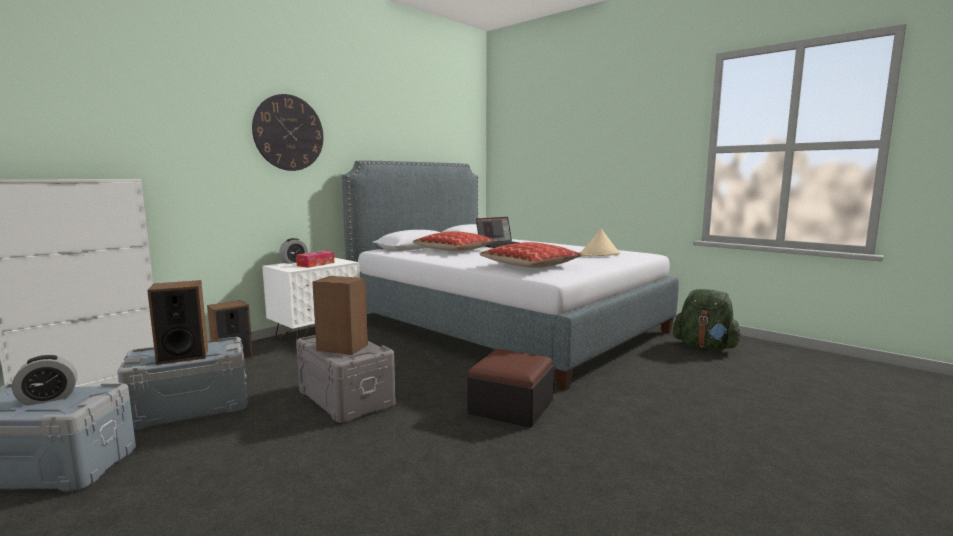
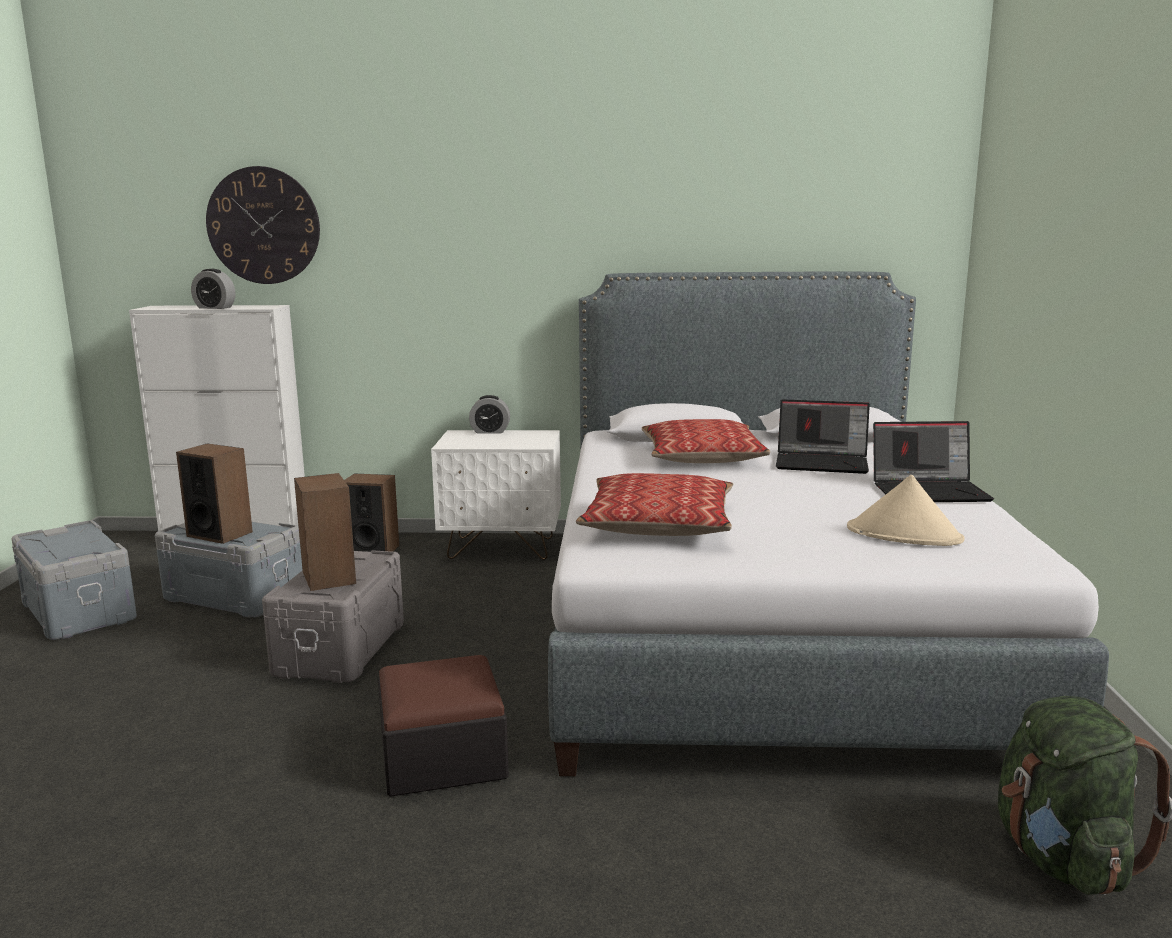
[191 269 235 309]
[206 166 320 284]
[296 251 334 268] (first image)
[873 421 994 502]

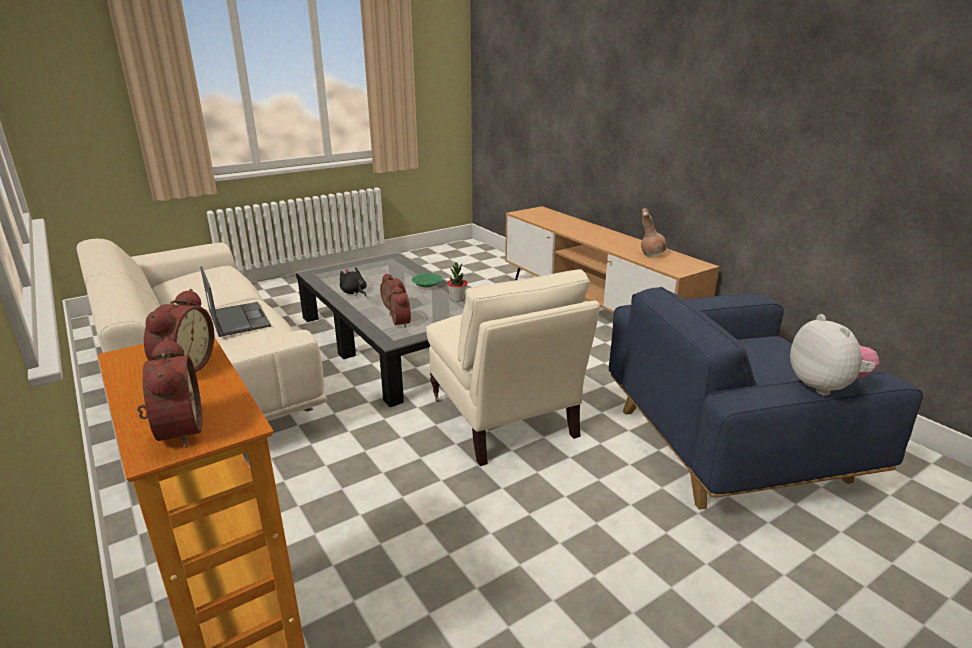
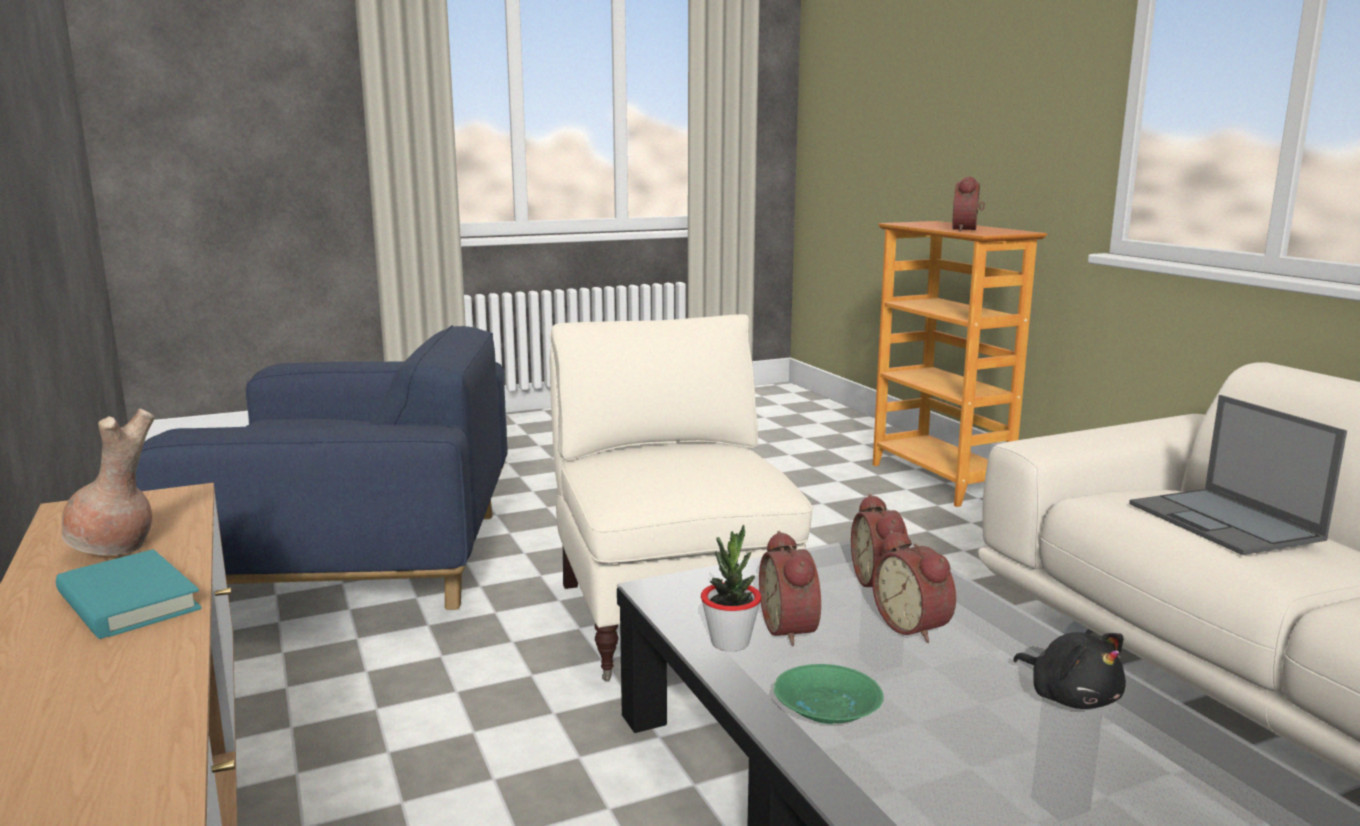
[759 531 821 646]
[790 314 879 395] (first image)
[56 549 202 639]

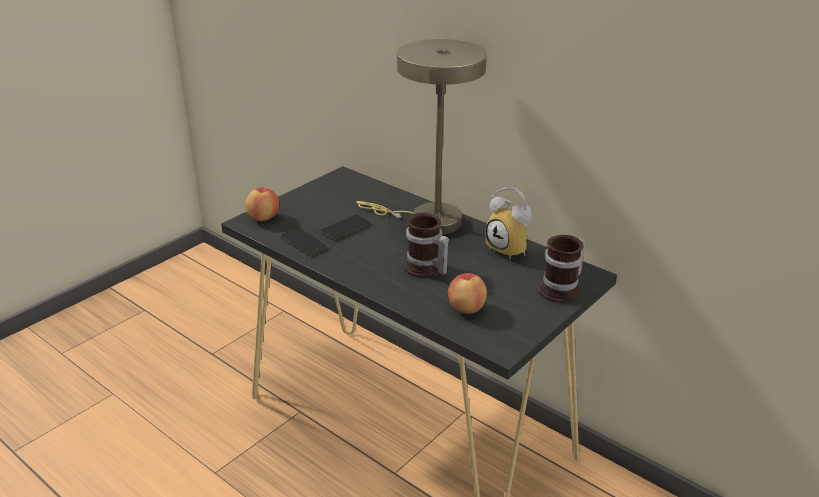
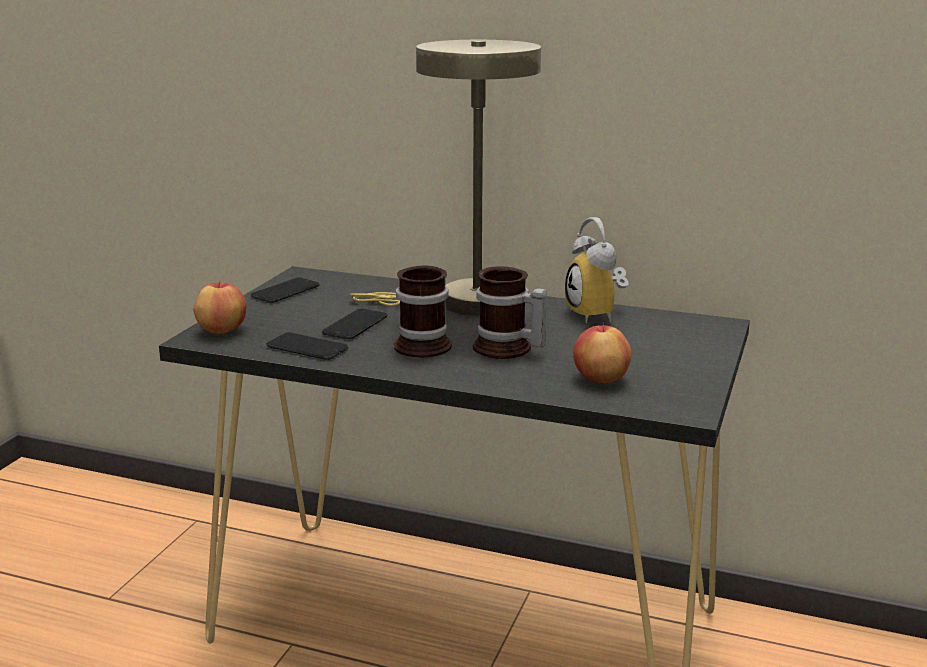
[565 217 629 323]
[394 265 452 358]
[251 277 320 303]

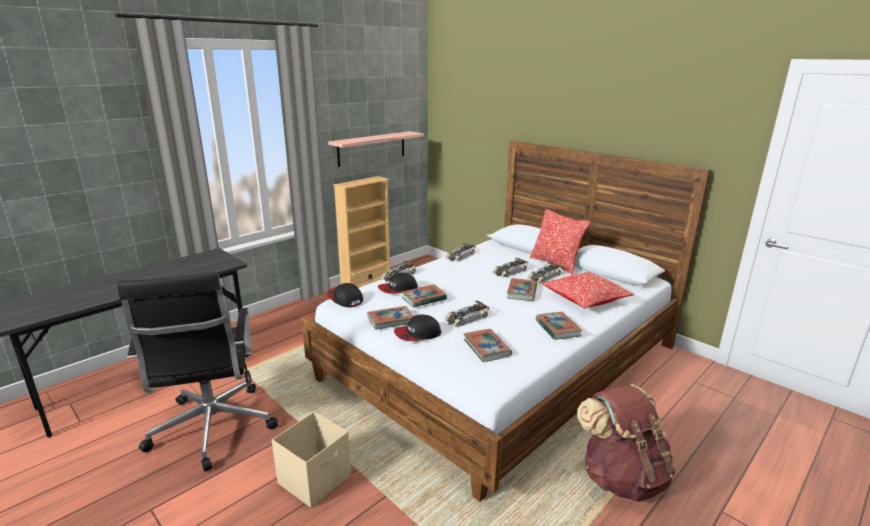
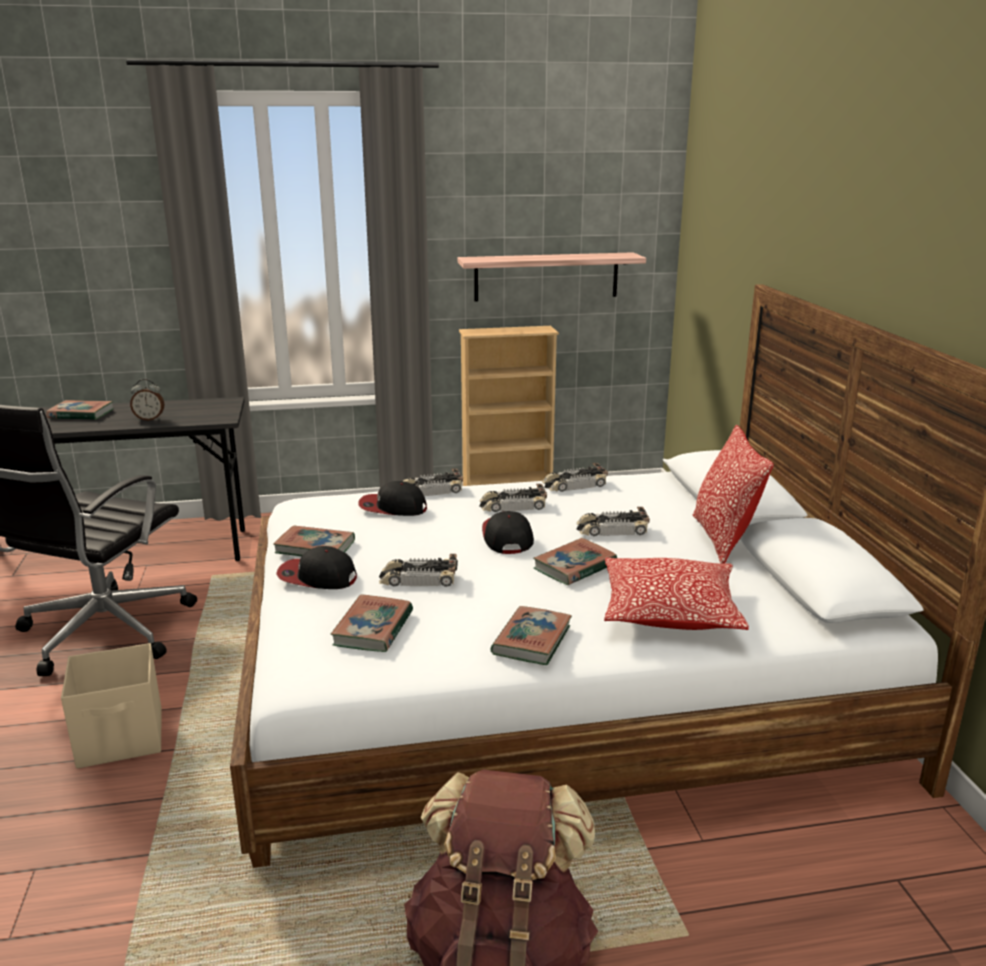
[482 511 534 554]
[46 400 114 420]
[480 484 547 512]
[130 379 164 421]

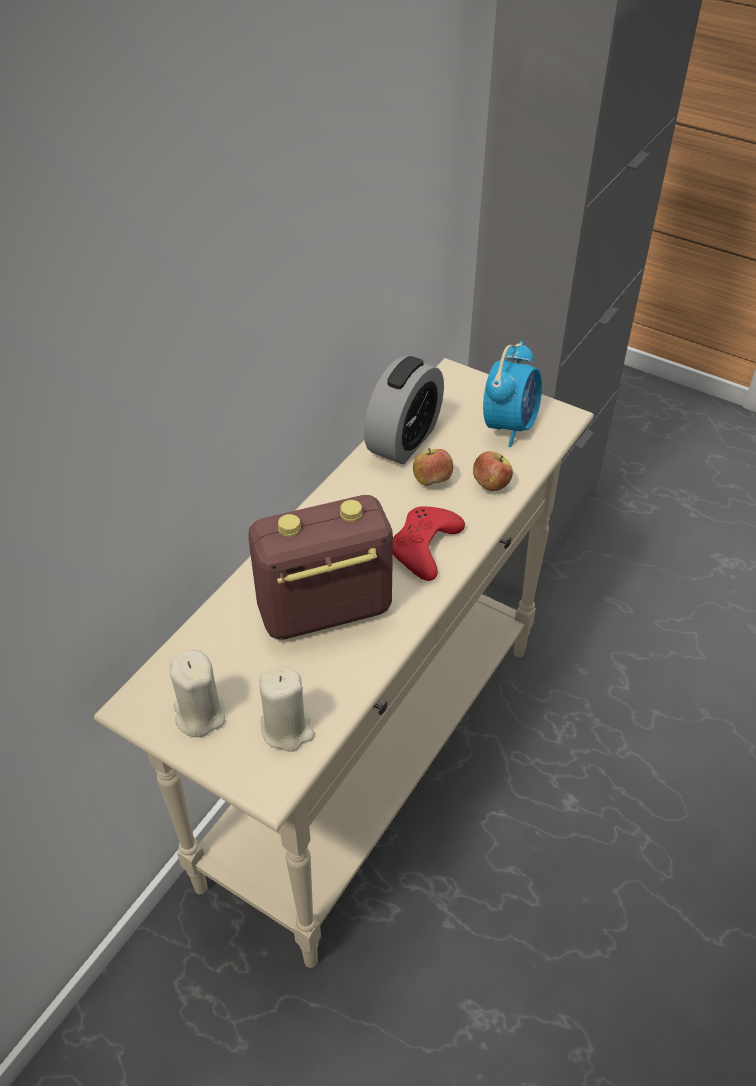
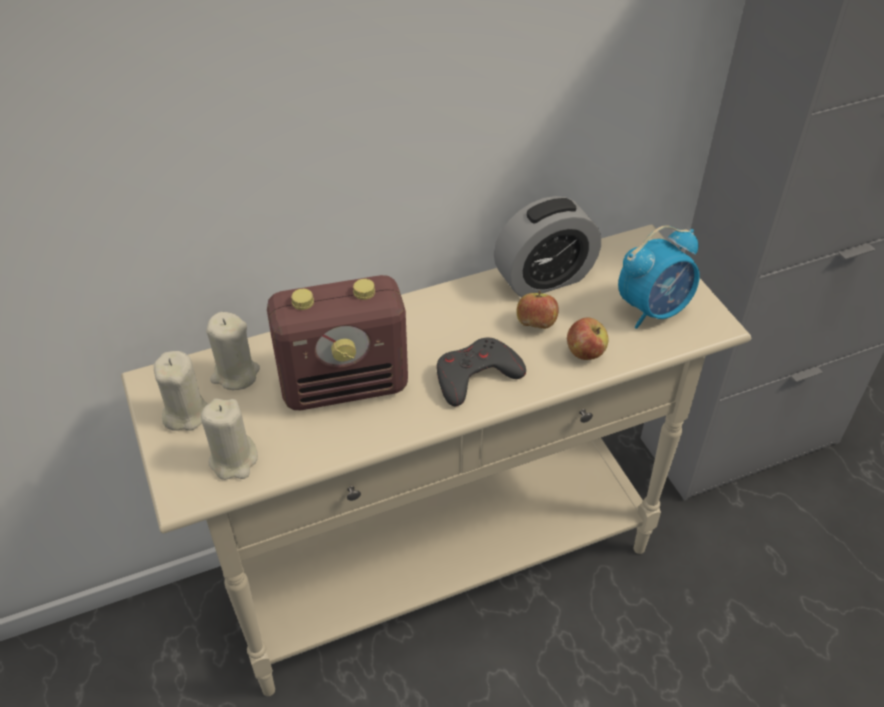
[267 275 408 410]
[437 338 526 406]
[206 312 260 390]

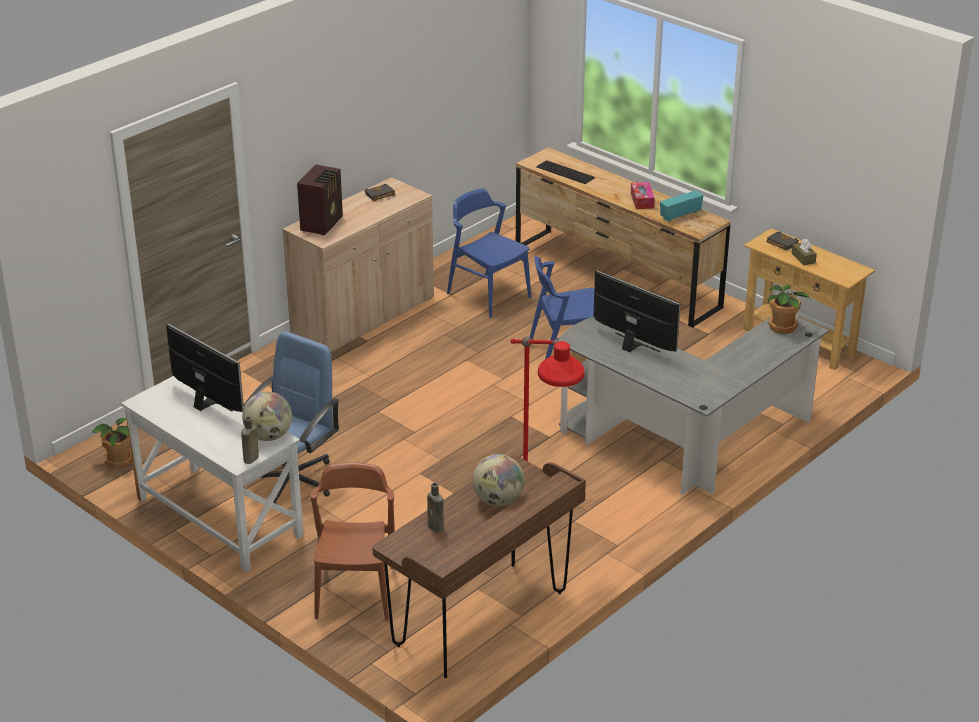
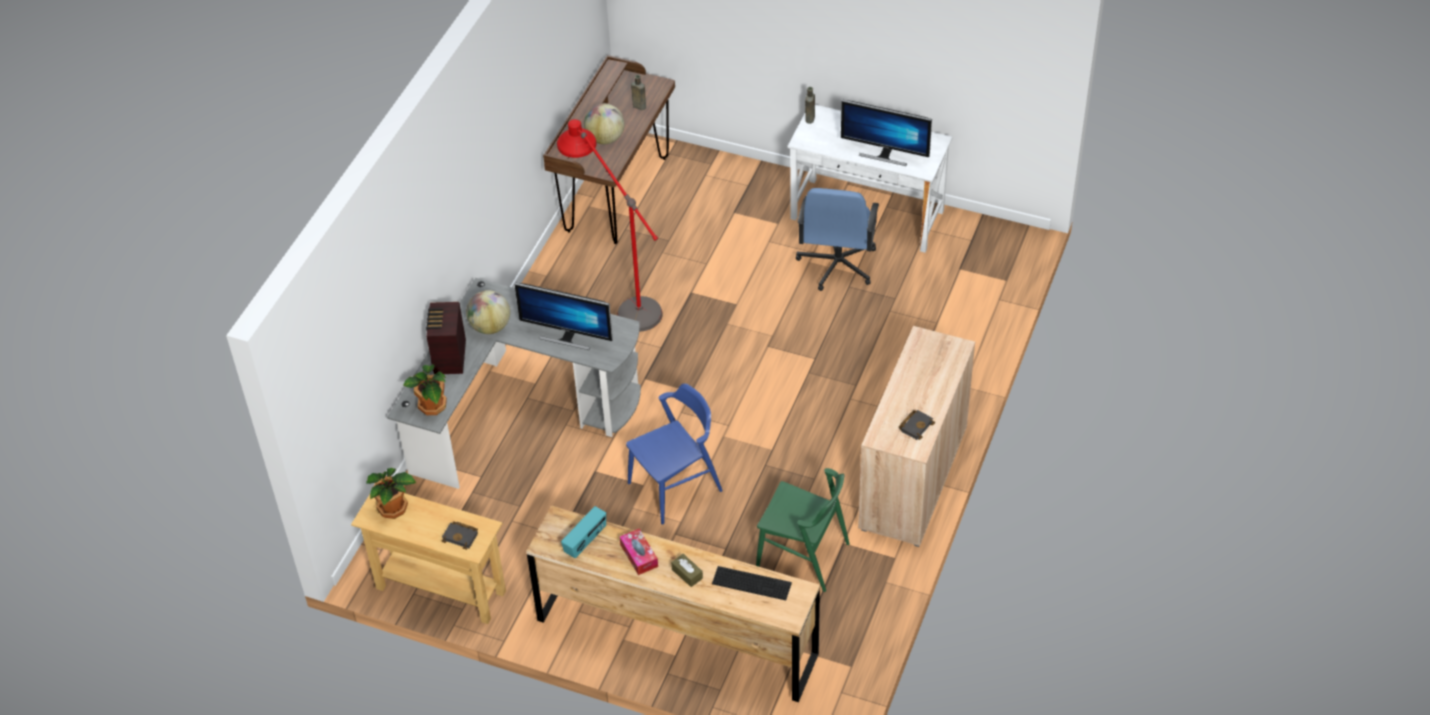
[366 468 416 519]
[466 290 510 334]
[426 302 466 375]
[310 462 395 621] (first image)
[756 468 850 592]
[671 554 703 587]

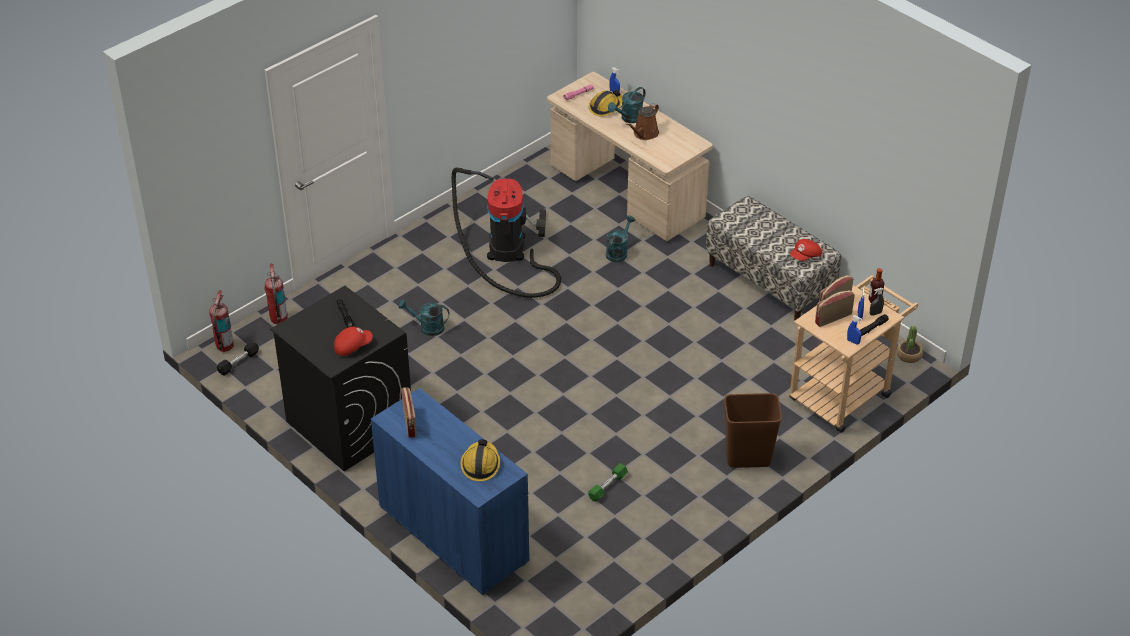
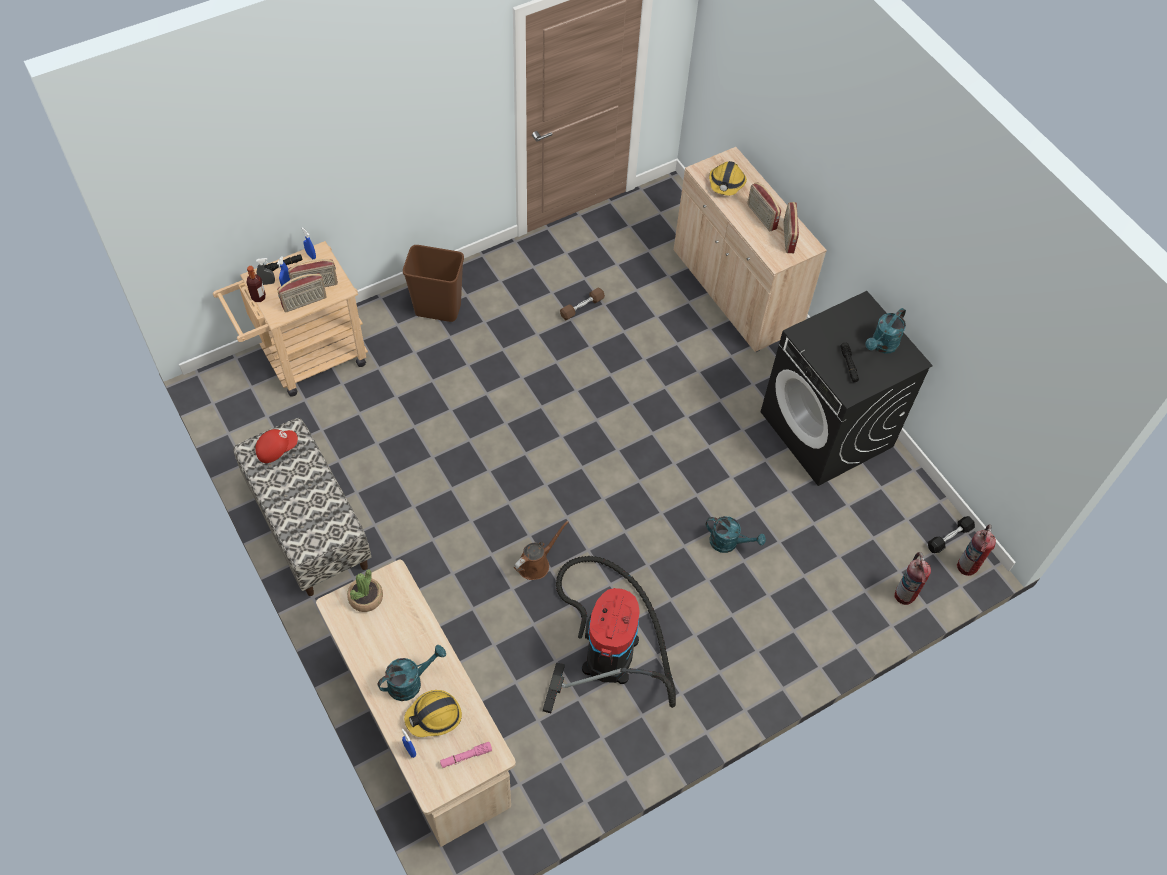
[334 327 373 356] (first image)
[674 147 827 352]
[560 287 605 320]
[865 308 906 354]
[514 520 569 580]
[347 569 383 612]
[747 182 781 231]

